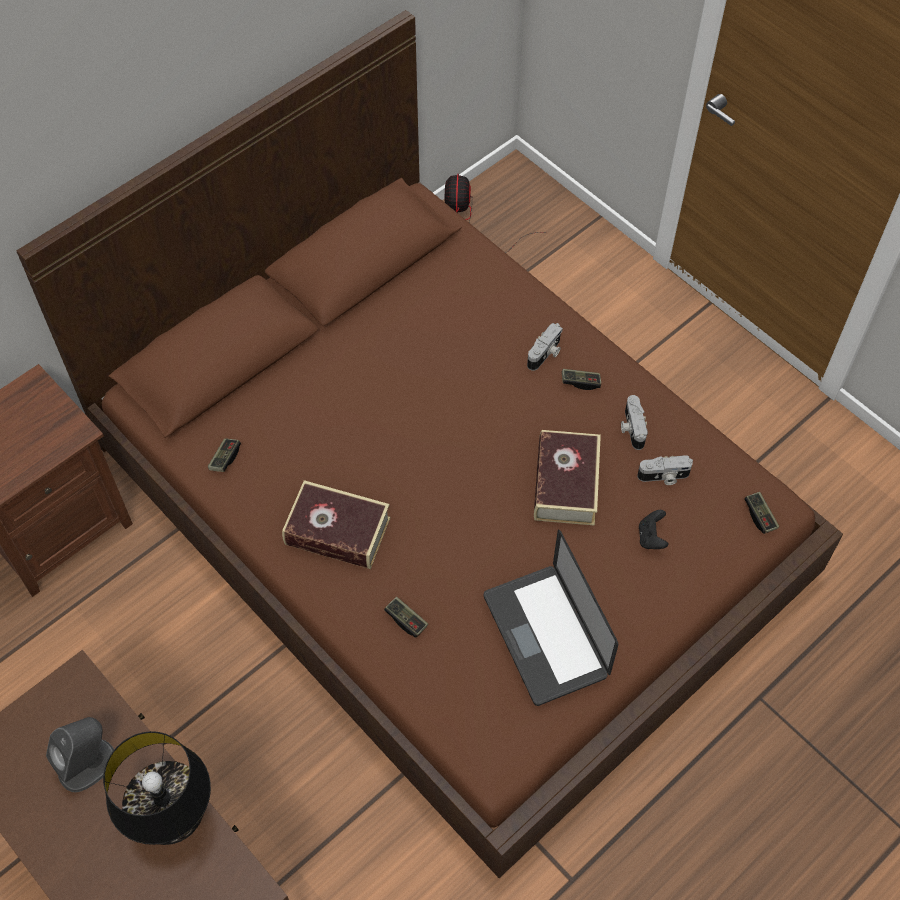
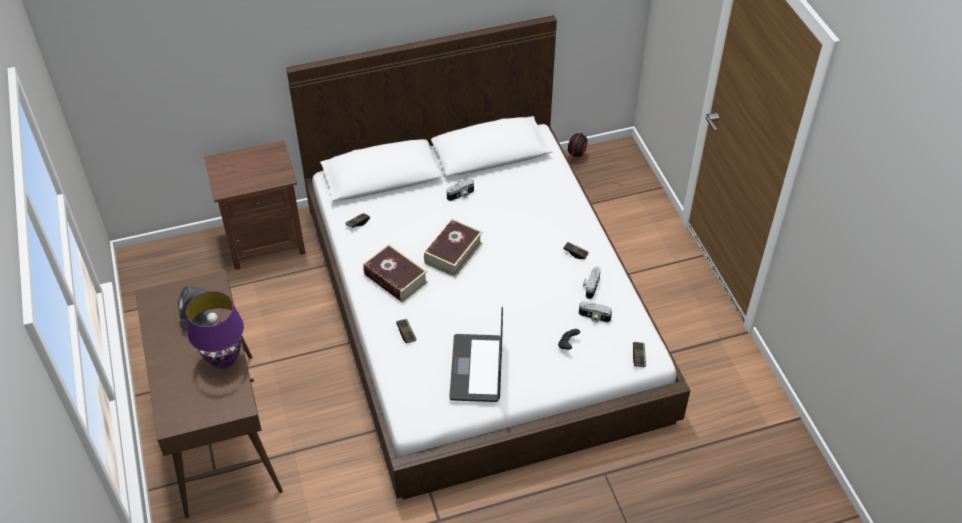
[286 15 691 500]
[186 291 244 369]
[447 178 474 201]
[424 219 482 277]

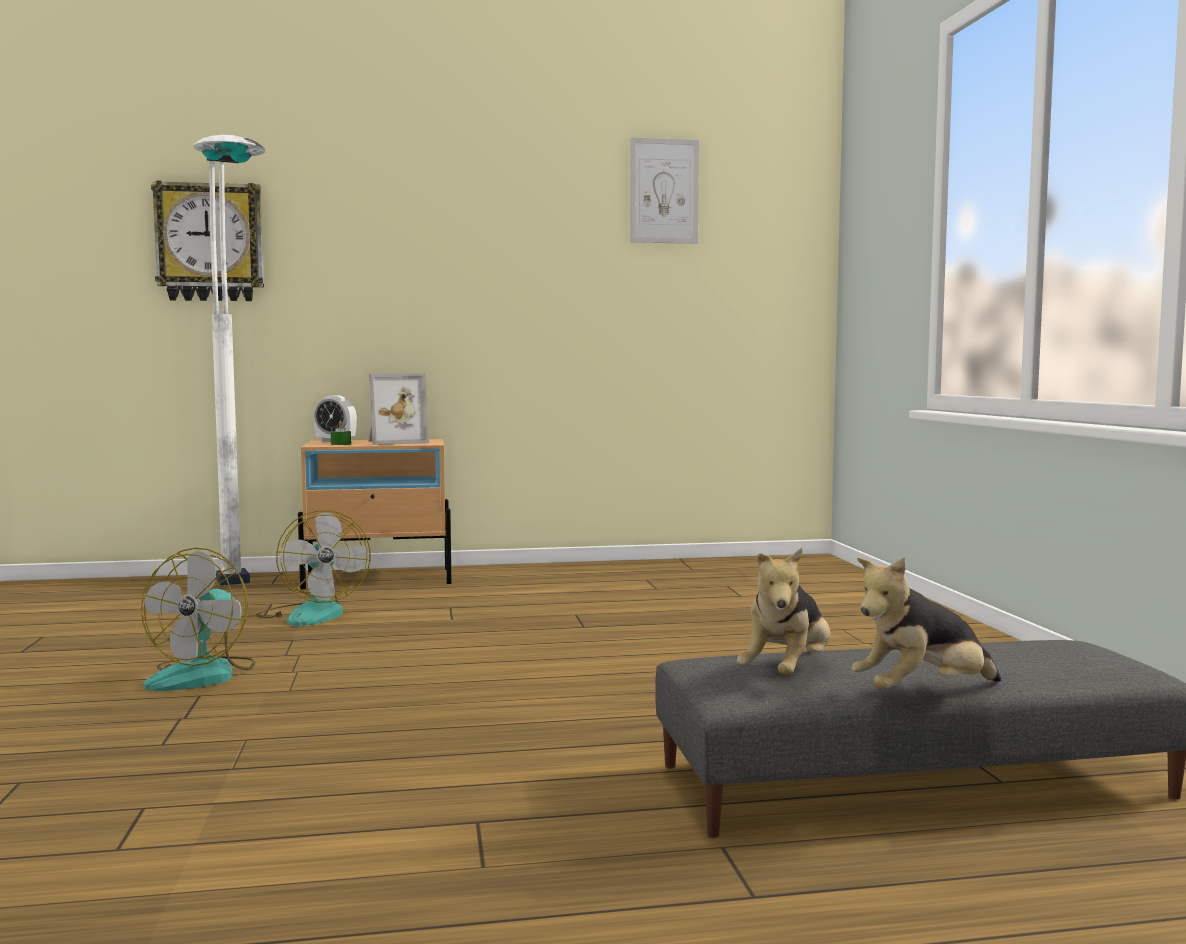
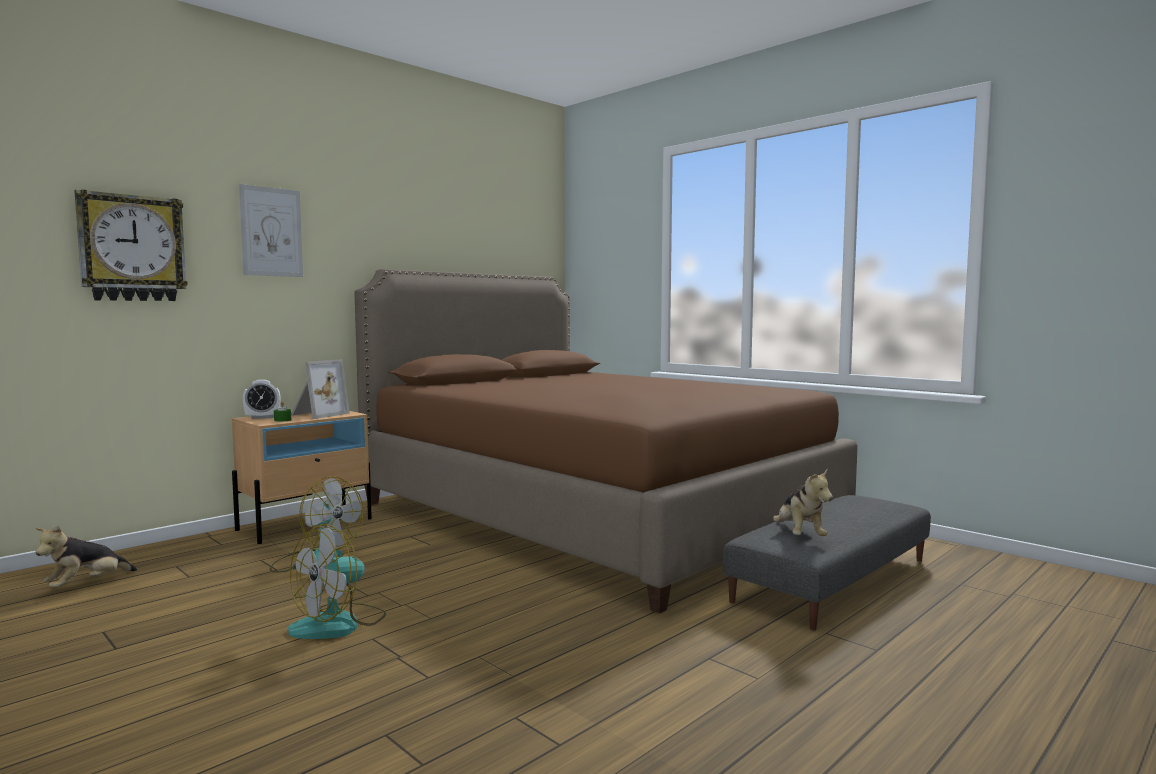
[287 524 386 639]
[193 135 266 586] (first image)
[239 184 303 277]
[35 525 137 588]
[354 269 858 613]

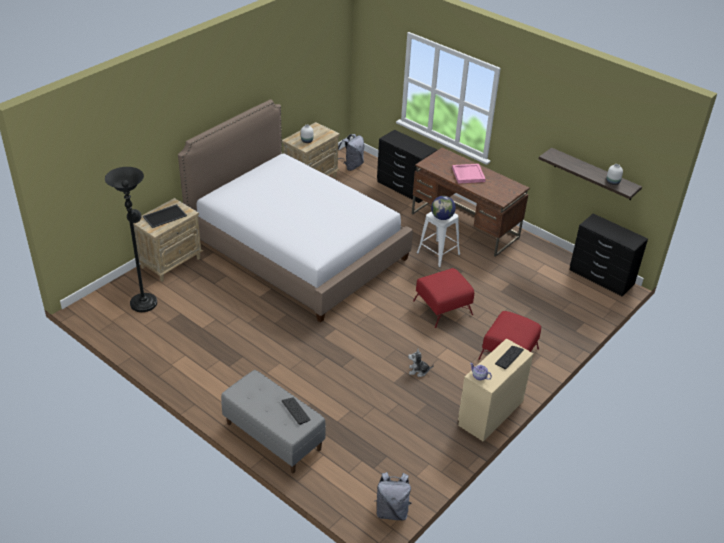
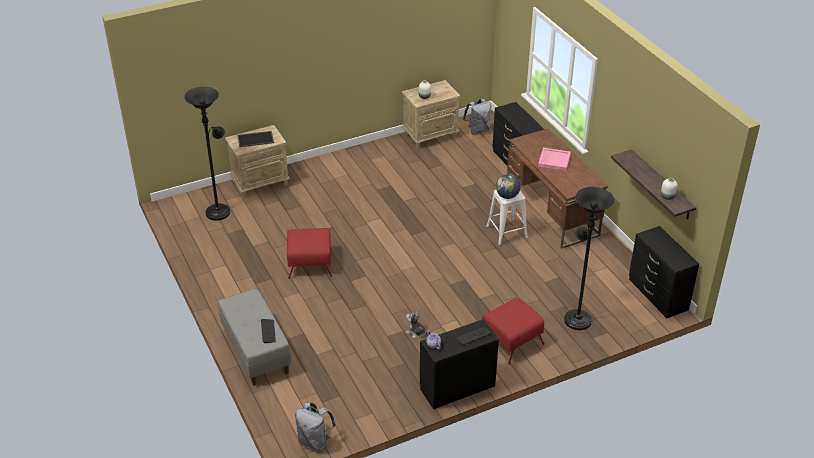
[178 100 413 322] (first image)
[287 228 332 279]
[420 319 499 409]
[564 187 614 330]

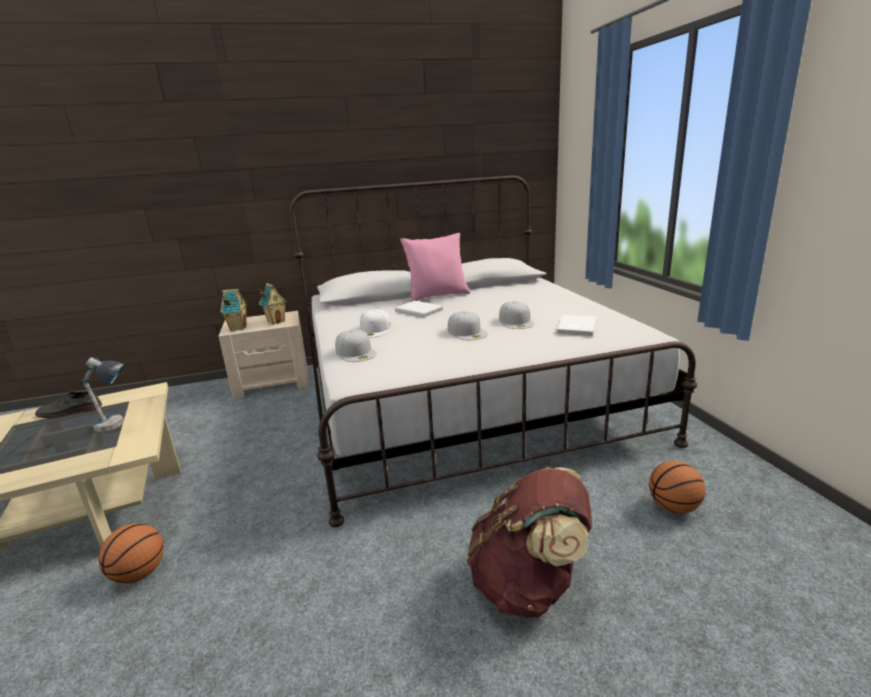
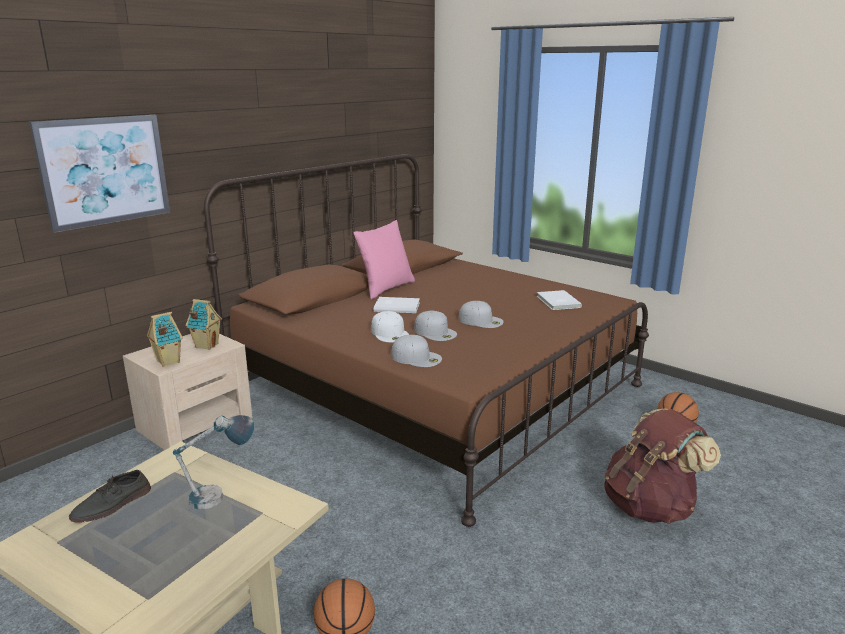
[204 154 649 527]
[414 311 457 341]
[29 115 170 233]

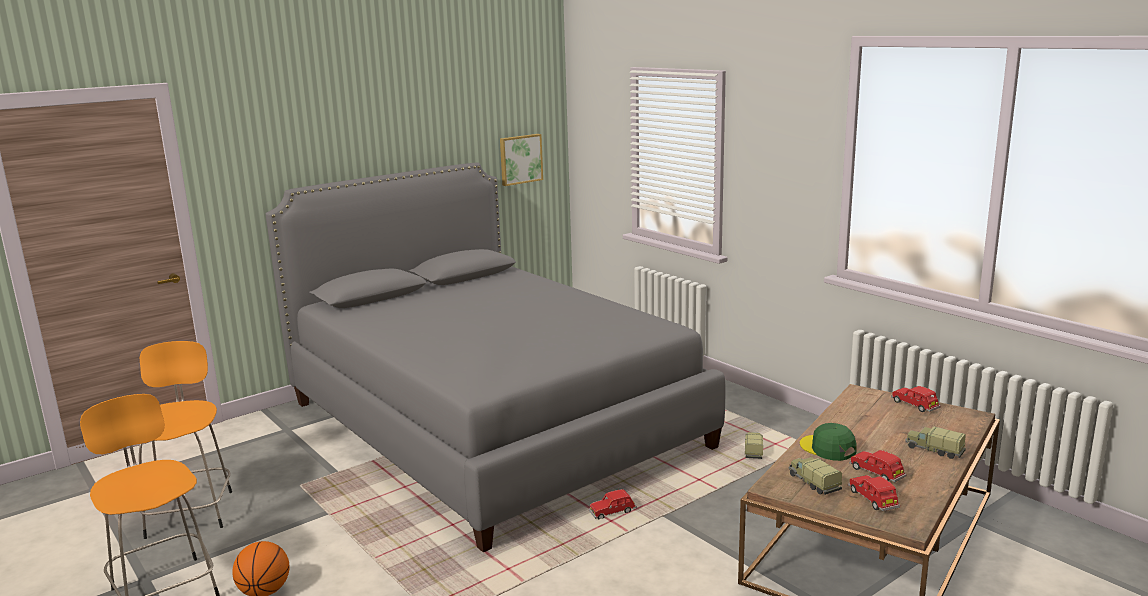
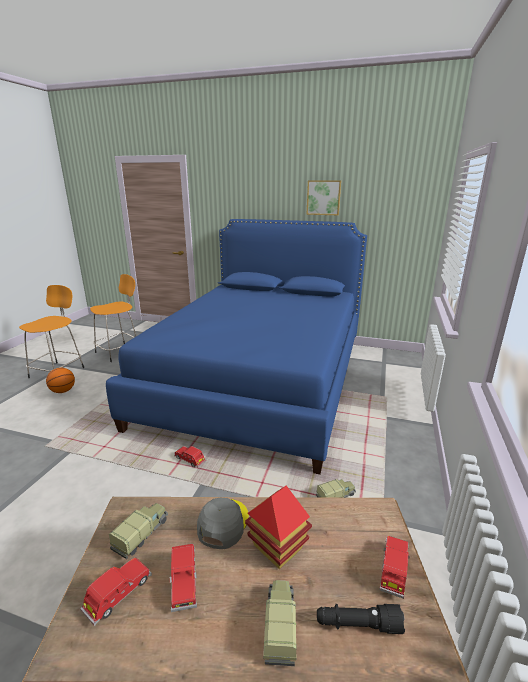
[106 219 367 474]
[306 180 341 215]
[197 498 249 549]
[170 544 197 612]
[245 486 312 569]
[317 604 405 634]

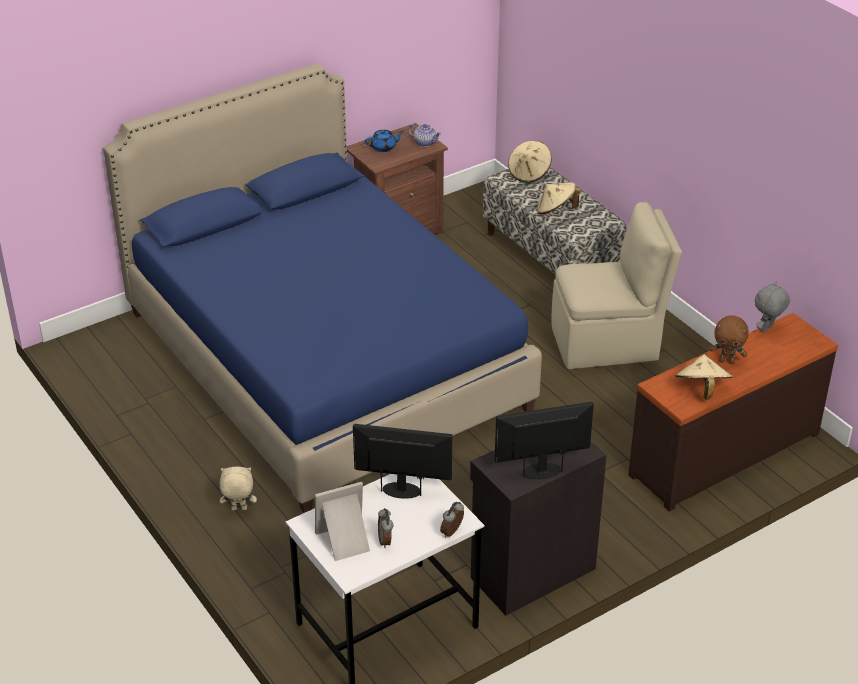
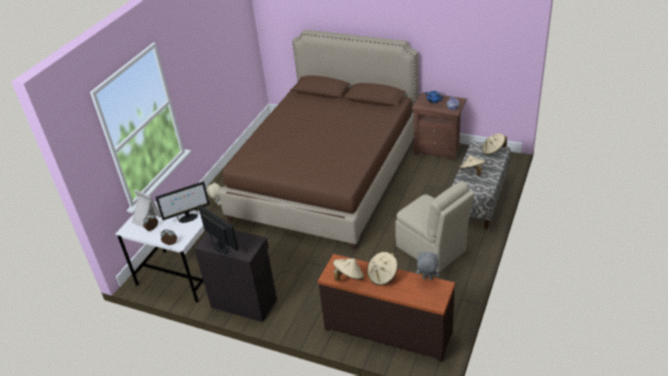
[218 30 418 250]
[155 181 210 223]
[367 252 398 286]

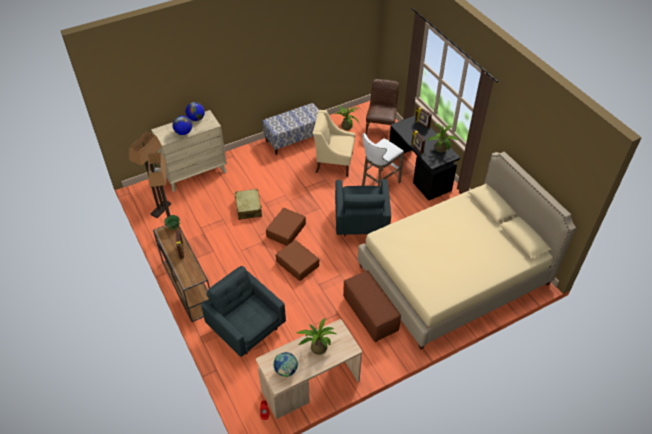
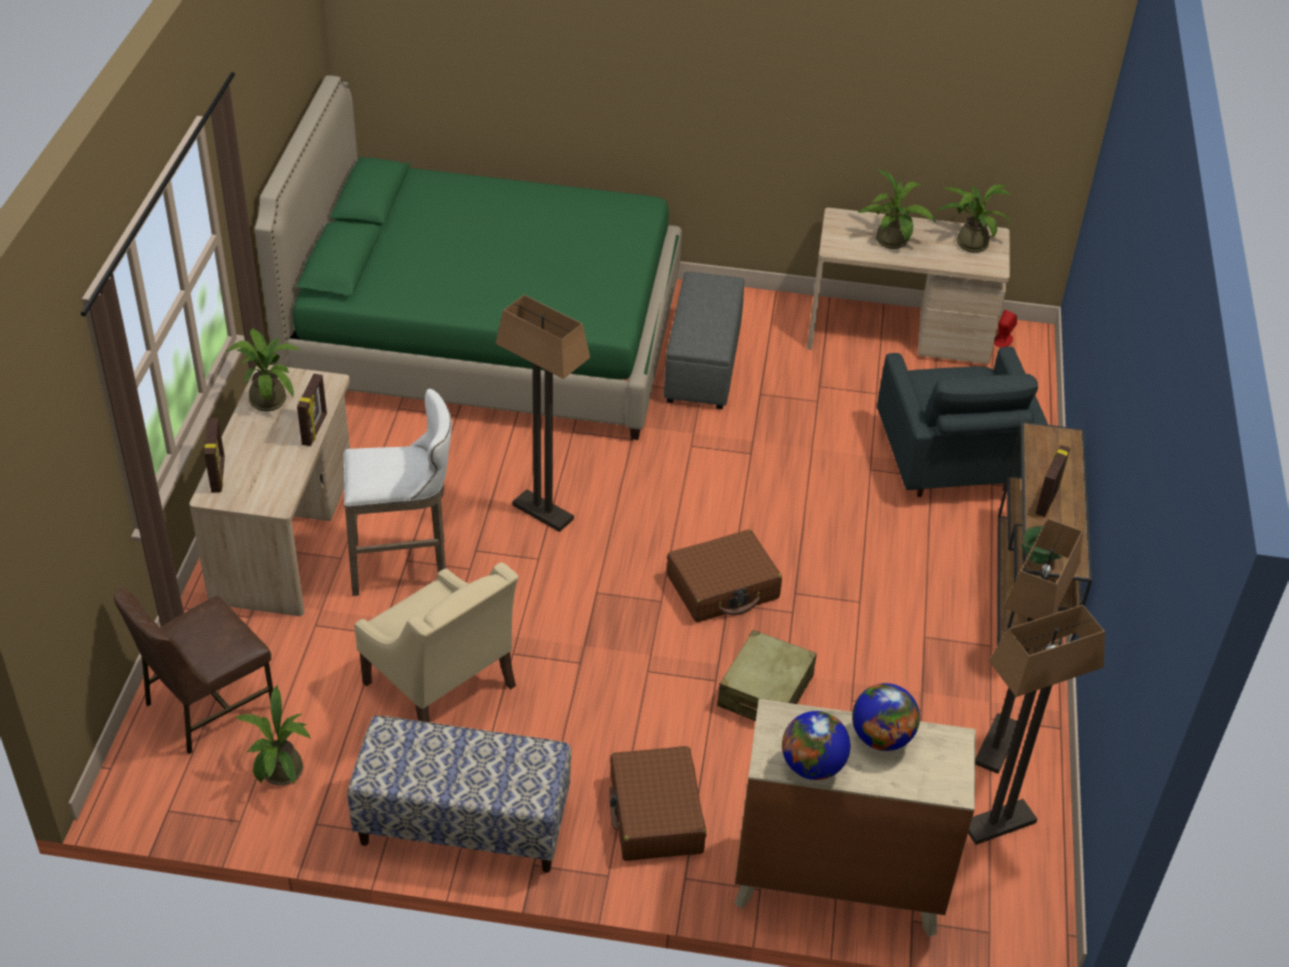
[936 184 1015 253]
[610 746 706 861]
[495 295 590 532]
[664 271 745 409]
[255 75 682 440]
[189 364 350 616]

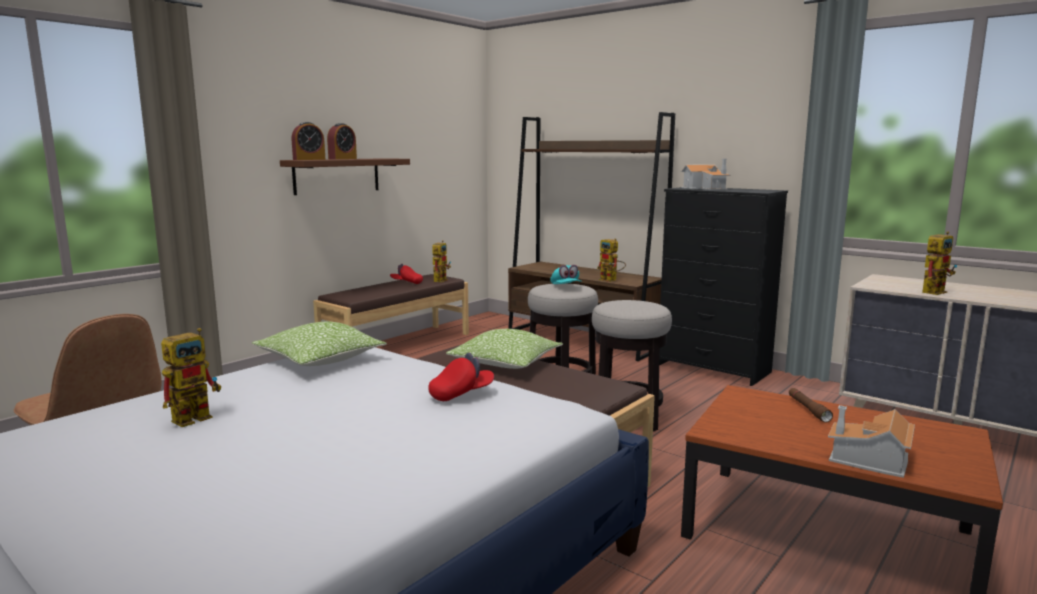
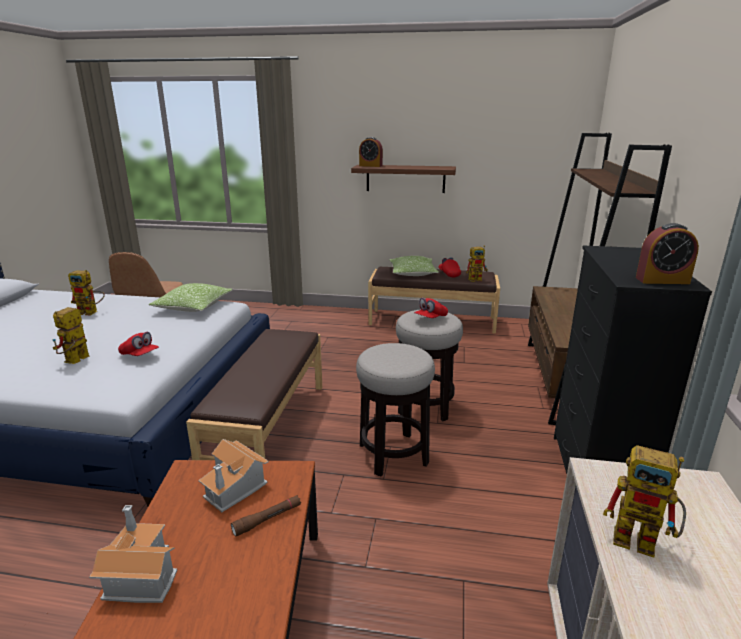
[636 223 699 284]
[389 256 439 276]
[414 297 448 318]
[52 307 90 364]
[198 439 269 512]

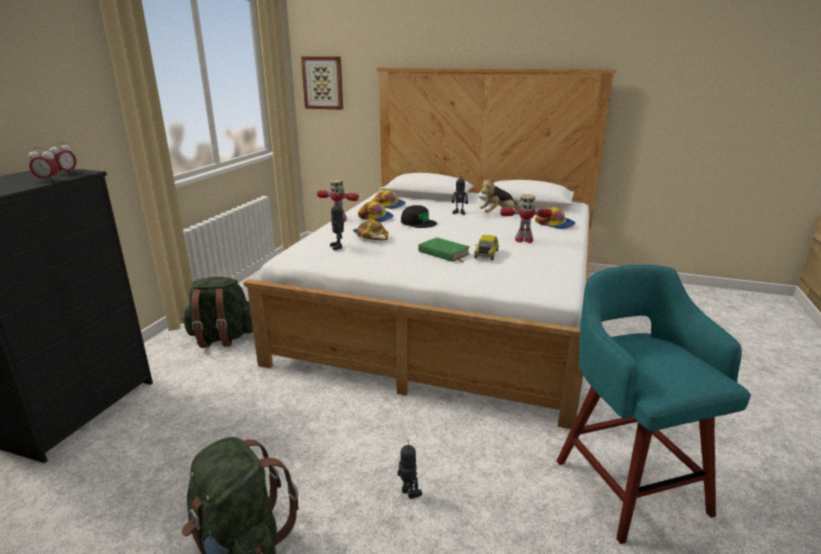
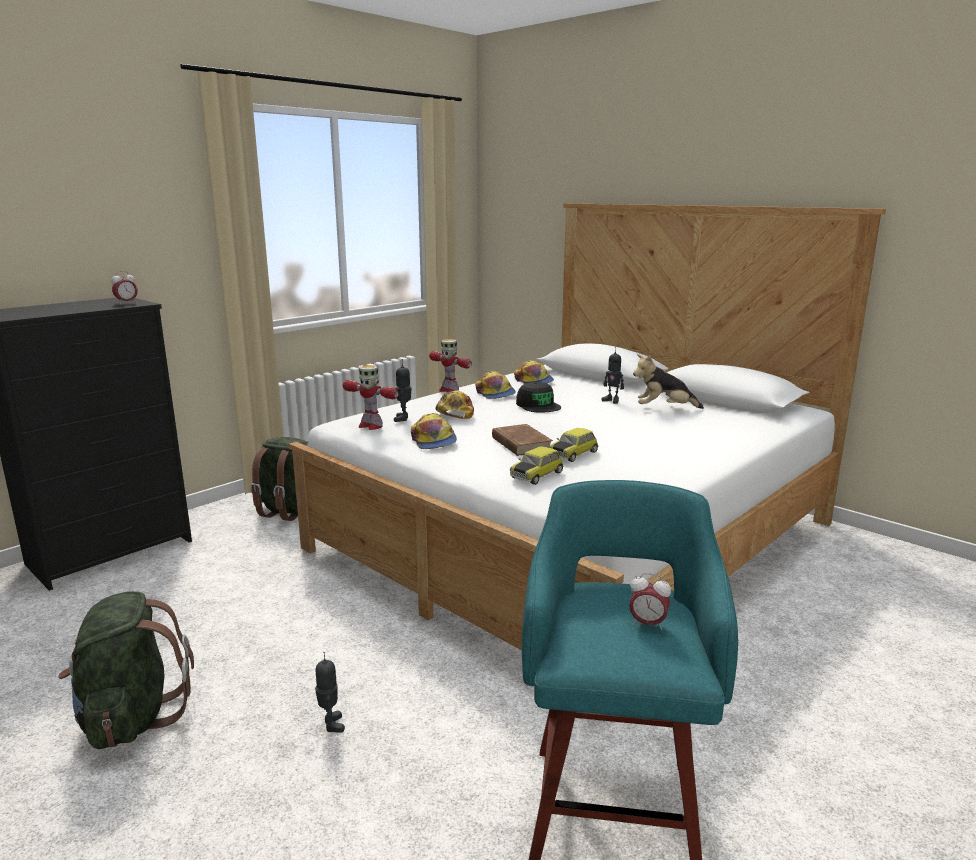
[629 573 671 630]
[301 57 343 110] (first image)
[492 424 553 456]
[343 365 399 430]
[411 413 457 449]
[510 446 564 485]

